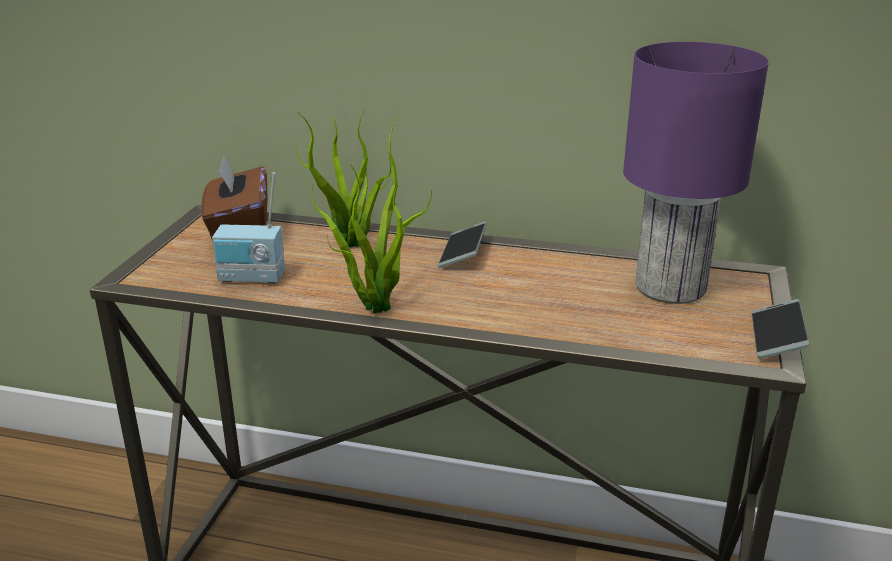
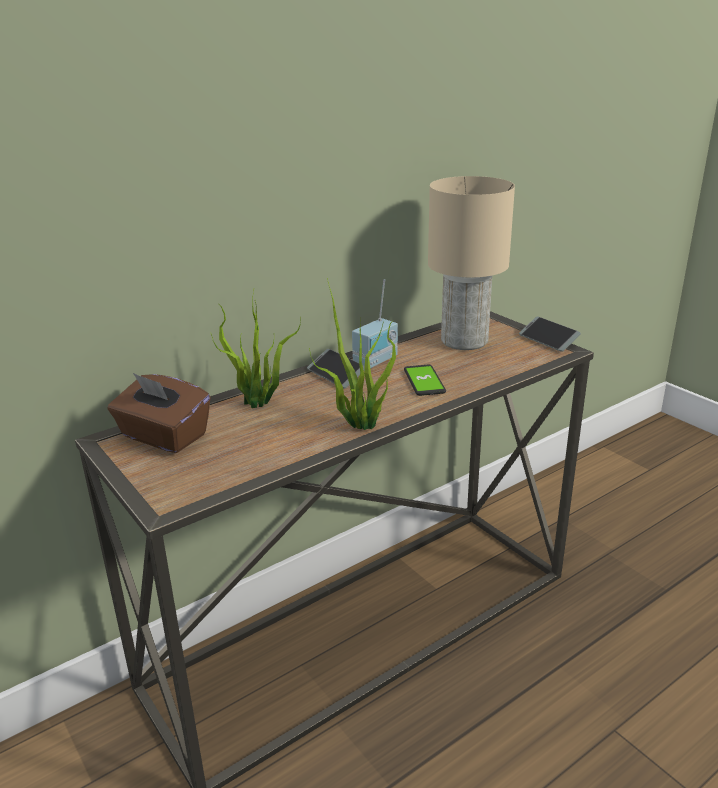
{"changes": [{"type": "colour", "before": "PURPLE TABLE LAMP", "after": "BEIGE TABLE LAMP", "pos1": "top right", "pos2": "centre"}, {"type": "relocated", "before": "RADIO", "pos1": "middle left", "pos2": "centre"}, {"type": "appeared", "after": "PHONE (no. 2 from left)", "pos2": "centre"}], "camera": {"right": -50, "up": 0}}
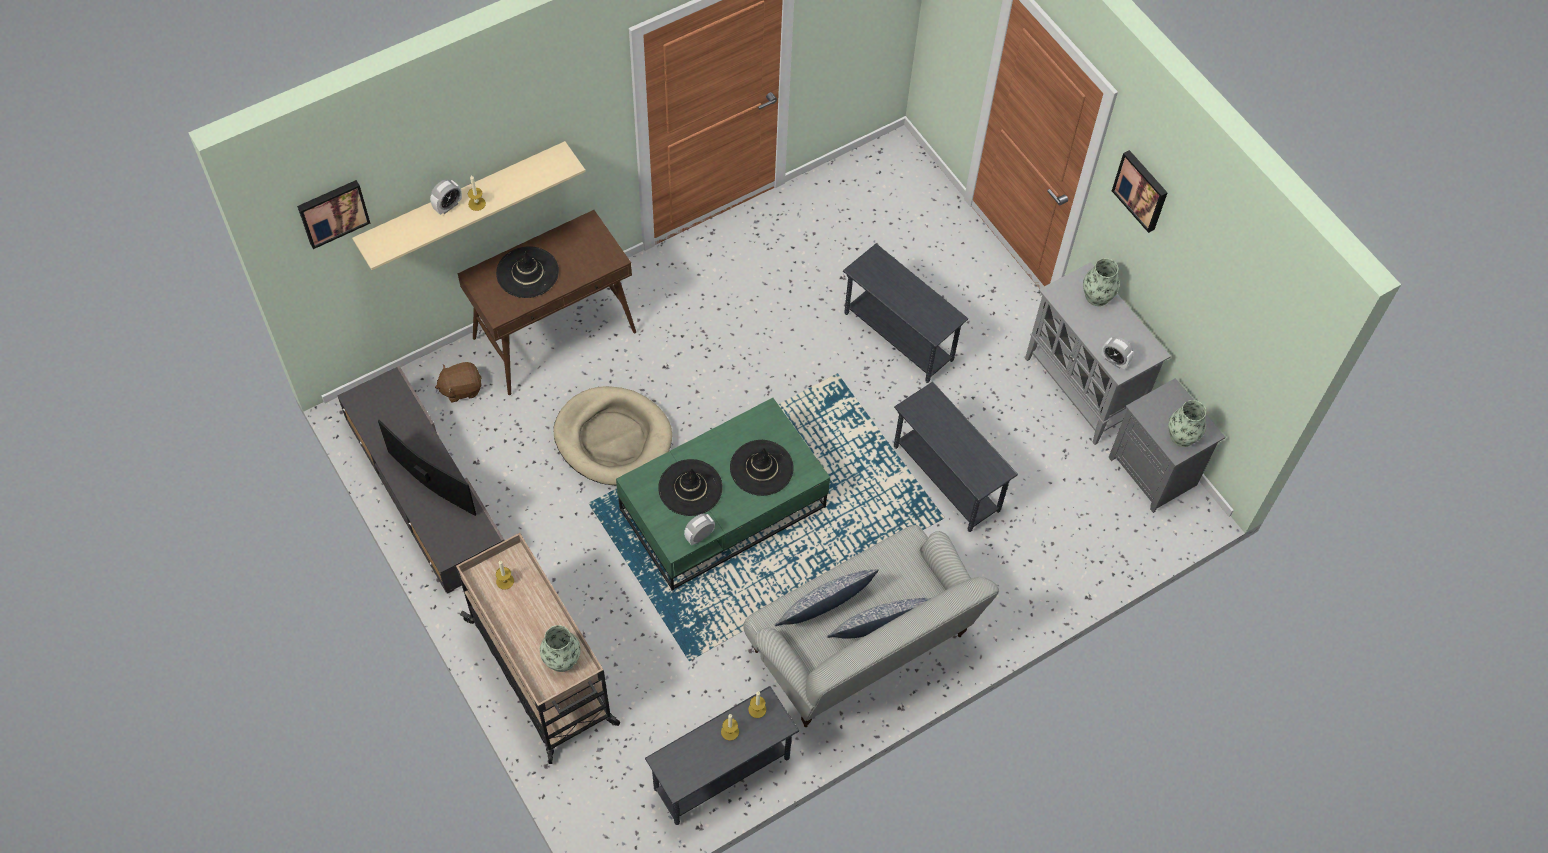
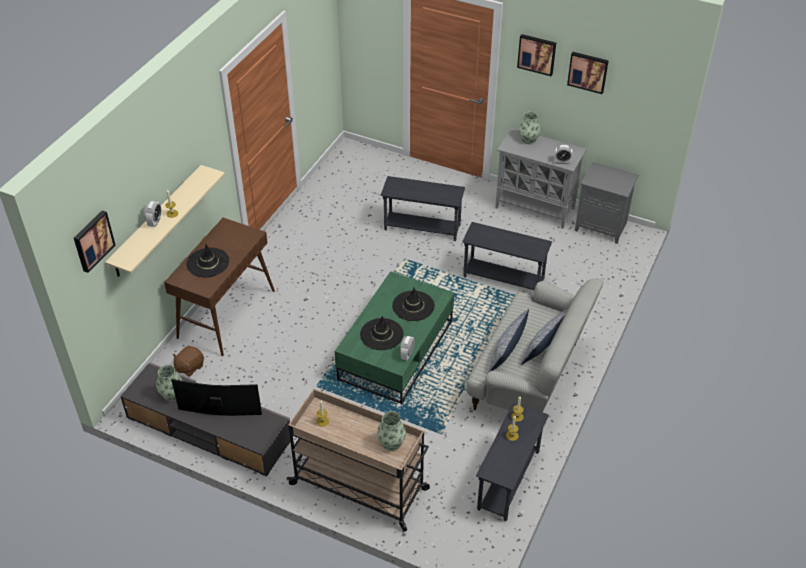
{"changes": [{"type": "missing", "before": "BEIGE DOG BED", "pos1": "centre"}, {"type": "relocated", "before": "VASE (no. 3 from left in the first image)", "after": "VASE (no. 1 from left)", "pos1": "middle right", "pos2": "bottom left"}, {"type": "appeared", "after": "PICTURE (no. 3 from left)", "pos2": "top right"}], "camera": {"right": -30, "up": -15}}
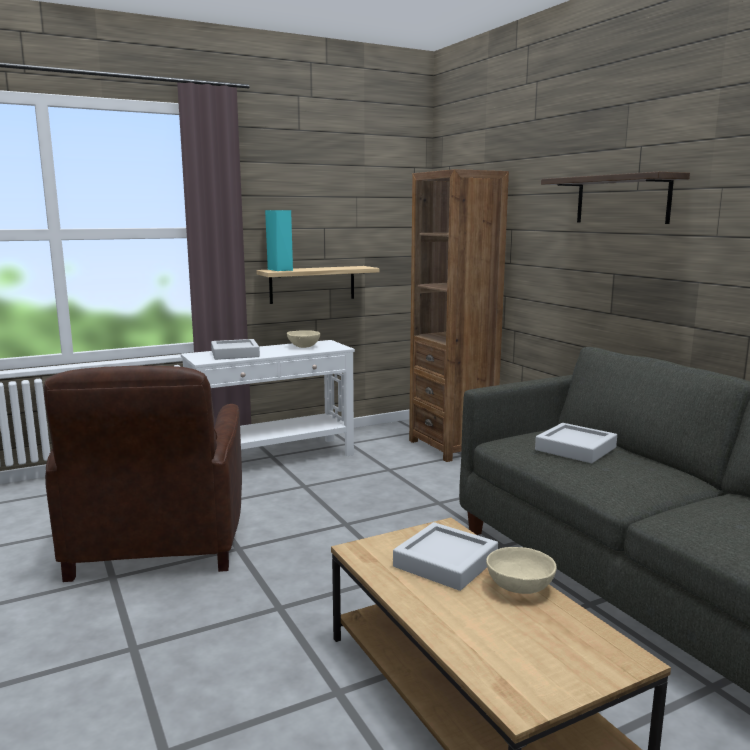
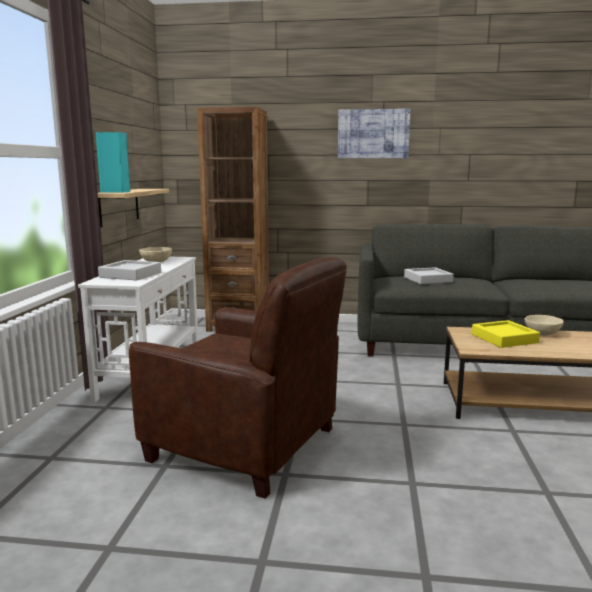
{"changes": [{"type": "exchanged", "before": "SHELF (no. 2 from left)", "after": "PICTURE", "pos1": "top right", "pos2": "top centre"}, {"type": "colour", "before": "GREY TRAY (no. 2 from left)", "after": "YELLOW TRAY", "pos1": "bottom centre", "pos2": "middle right"}], "camera": {"right": -55, "up": 0}}
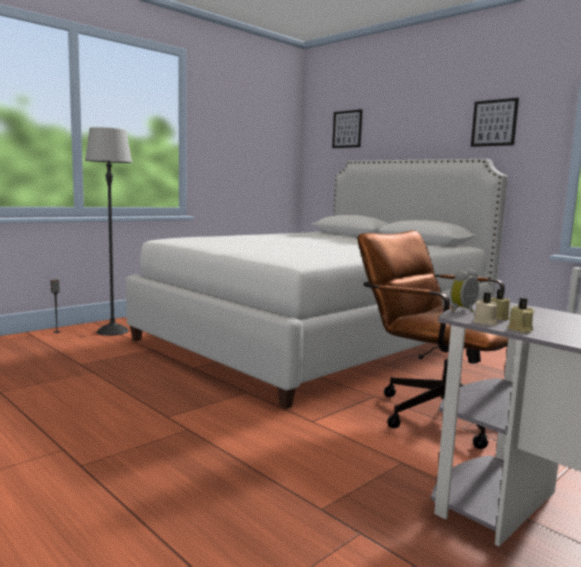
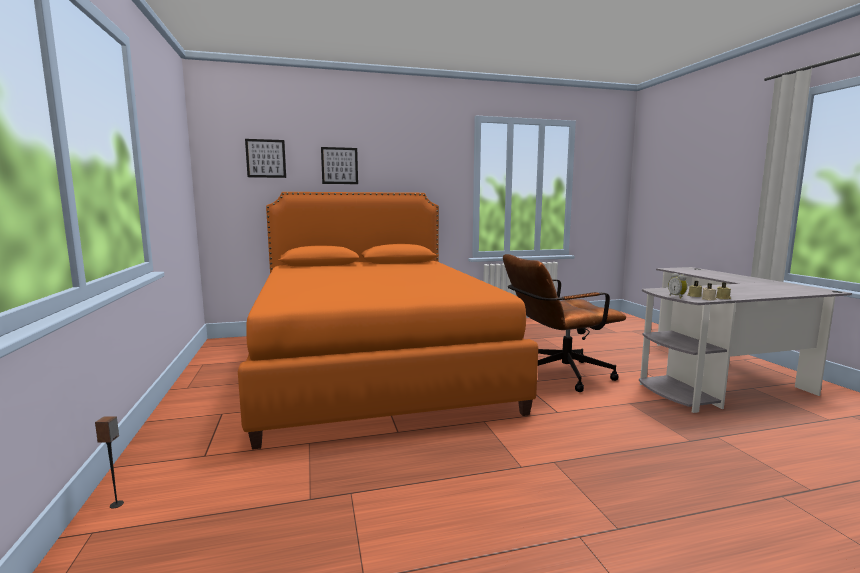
{"changes": [{"type": "relocated", "before": "PICTURE (no. 2 from left)", "pos1": "top right", "pos2": "top centre"}, {"type": "missing", "before": "FLOOR LAMP", "pos1": "middle left"}, {"type": "colour", "before": "WHITE BED", "after": "ORANGE BED", "pos1": "centre", "pos2": "centre"}], "camera": {"right": -60, "up": 0}}
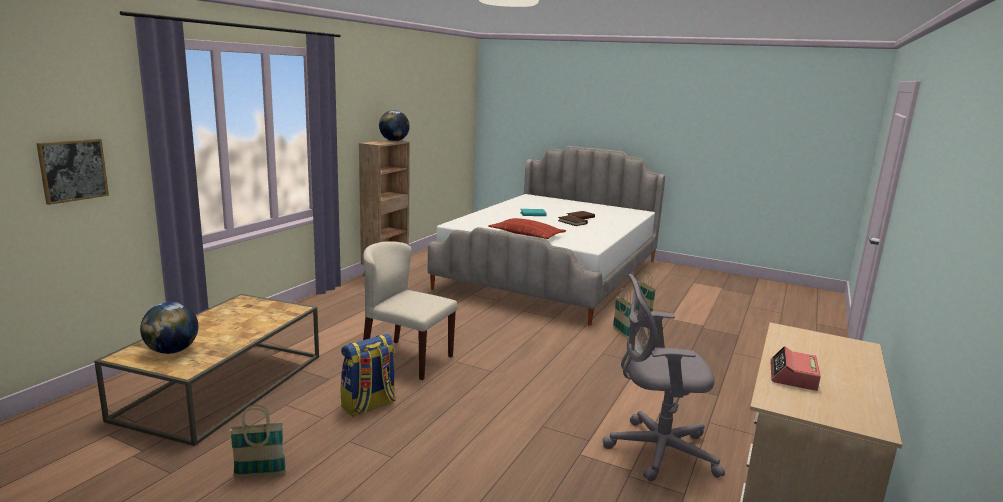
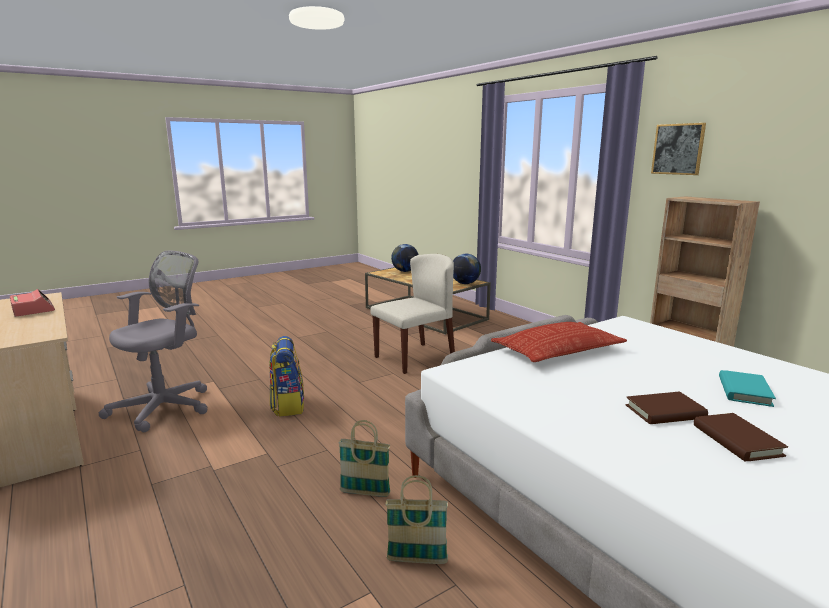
{"changes": [{"type": "relocated", "before": "GLOBE (no. 2 from left)", "pos1": "top centre", "pos2": "centre"}, {"type": "relocated", "before": "PICTURE", "pos1": "middle left", "pos2": "top right"}, {"type": "relocated", "before": "BACKPACK", "pos1": "bottom centre", "pos2": "centre"}, {"type": "missing", "before": "BASKET (no. 1 from left)", "pos1": "bottom left"}], "camera": {"right": 120, "up": 0}}
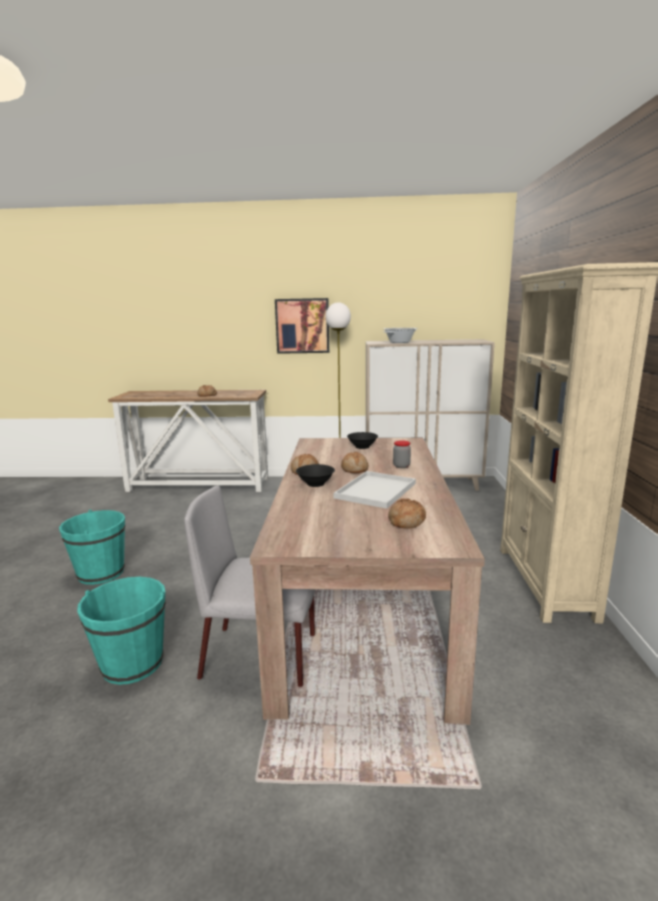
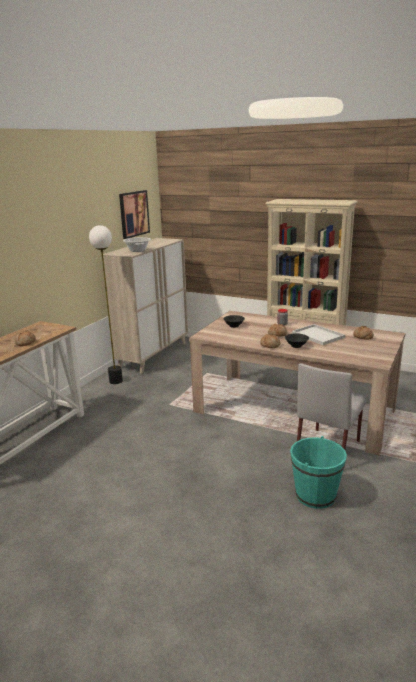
{"changes": [{"type": "relocated", "before": "PICTURE", "pos1": "centre", "pos2": "top left"}, {"type": "missing", "before": "TURQUOISE BUCKET (no. 1 from left)", "pos1": "middle left"}], "camera": {"right": -65, "up": 5}}
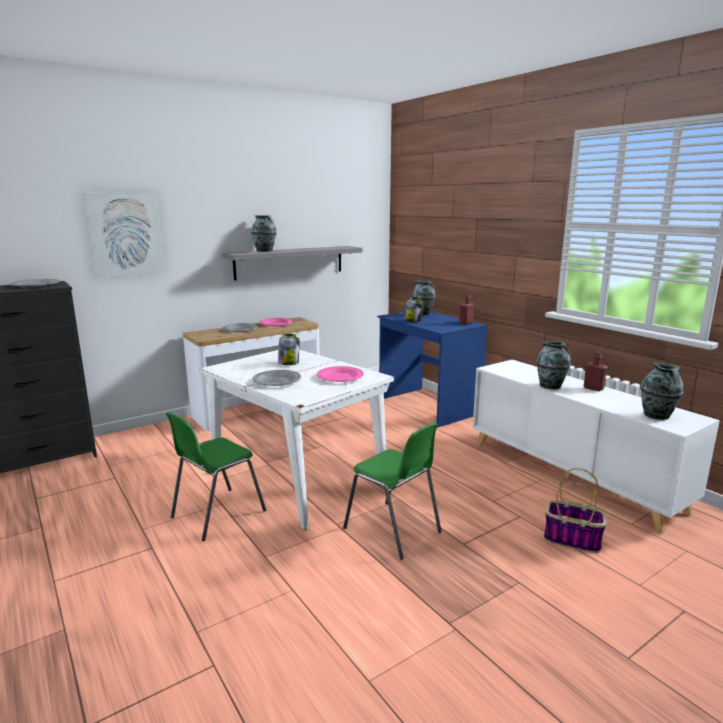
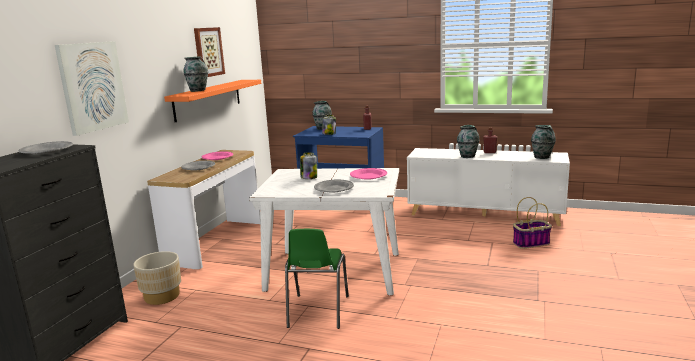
{"changes": [{"type": "colour", "before": "GREY SHELF", "after": "ORANGE SHELF", "pos1": "centre", "pos2": "top left"}, {"type": "missing", "before": "GREEN CHAIR (no. 2 from left)", "pos1": "bottom centre"}, {"type": "appeared", "after": "PICTURE (no. 2 from left)", "pos2": "top left"}, {"type": "appeared", "after": "BEIGE PLANTER", "pos2": "bottom left"}], "camera": {"right": -35, "up": 0}}
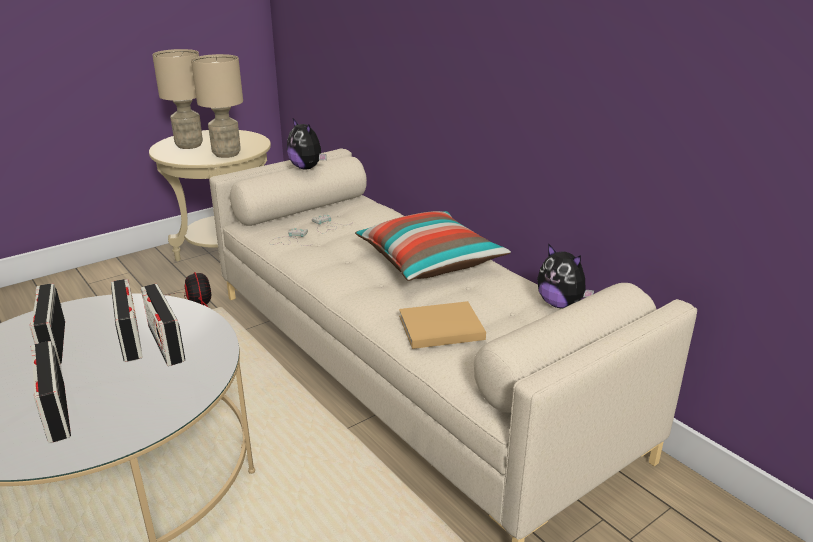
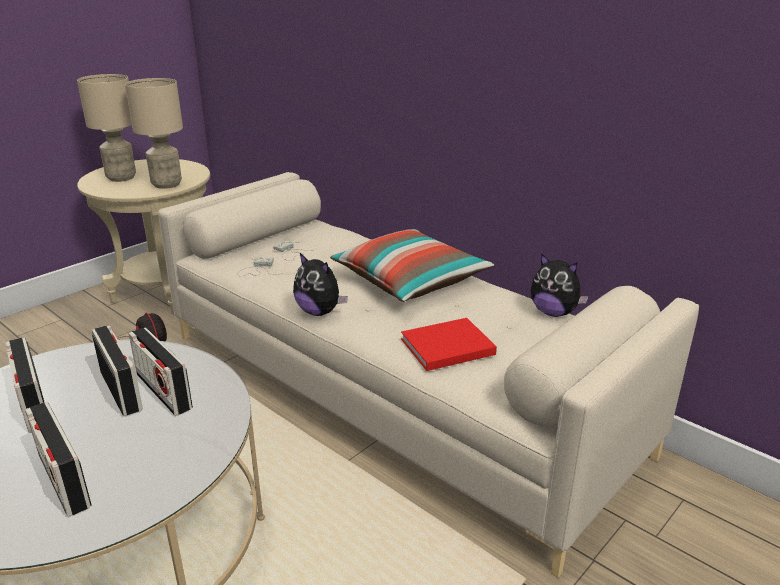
{"changes": [{"type": "relocated", "before": "PLUSH TOY (no. 1 from left)", "pos1": "top centre", "pos2": "centre"}, {"type": "colour", "before": "BEIGE BOOK", "after": "RED BOOK", "pos1": "centre", "pos2": "centre"}], "camera": {"right": -10, "up": 0}}
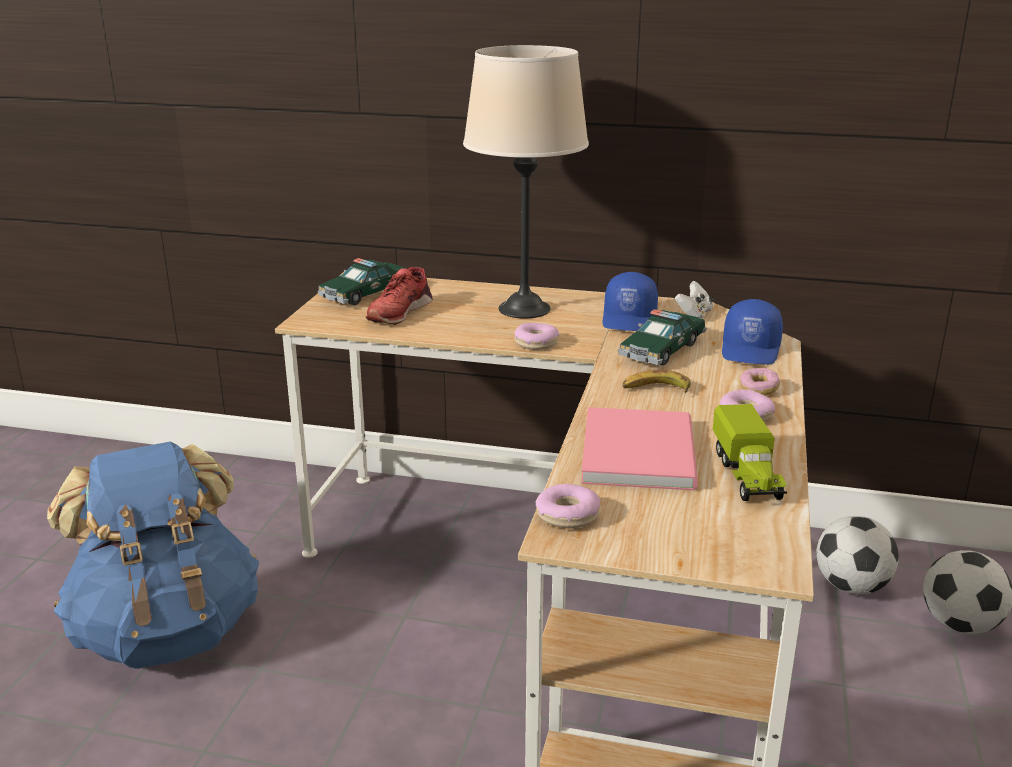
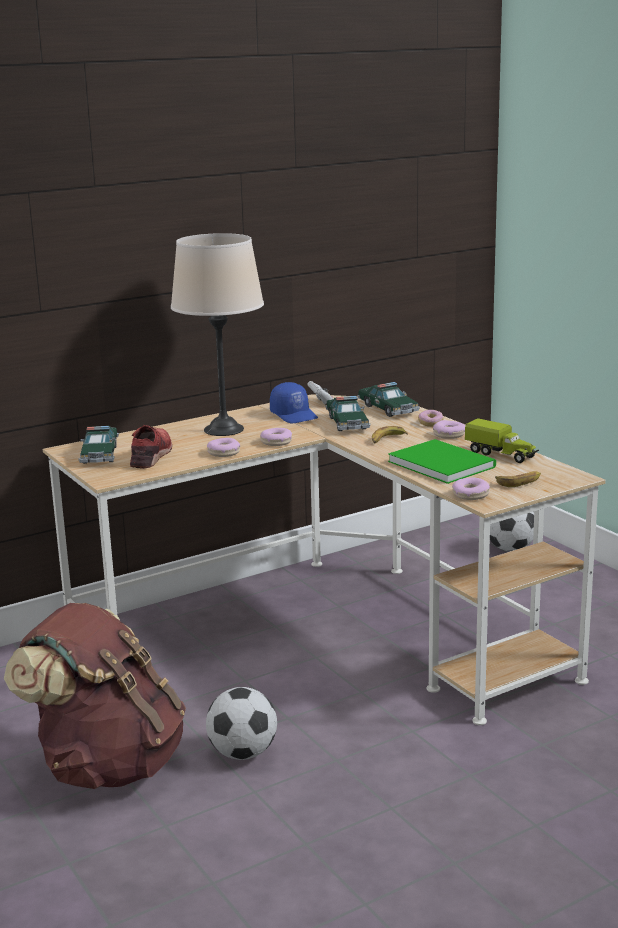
{"changes": [{"type": "spun", "before": "RED SHOE", "pos1": "centre", "pos2": "middle left", "turn": -150}, {"type": "exchanged", "before": "BLUE CAP (no. 2 from left)", "after": "TOY CAR (no. 3 from left)", "pos1": "middle right", "pos2": "centre"}, {"type": "colour", "before": "PINK BOOK", "after": "GREEN BOOK", "pos1": "centre", "pos2": "middle right"}, {"type": "colour", "before": "BLUE BACKPACK", "after": "BROWN BACKPACK", "pos1": "bottom left", "pos2": "bottom left"}, {"type": "relocated", "before": "FOOTBALL (no. 1 from left)", "pos1": "bottom right", "pos2": "bottom centre"}, {"type": "appeared", "after": "DONUT (no. 1 from left)", "pos2": "centre"}, {"type": "appeared", "after": "BANANA (no. 2 from left)", "pos2": "middle right"}], "camera": {"right": -45, "up": -5}}
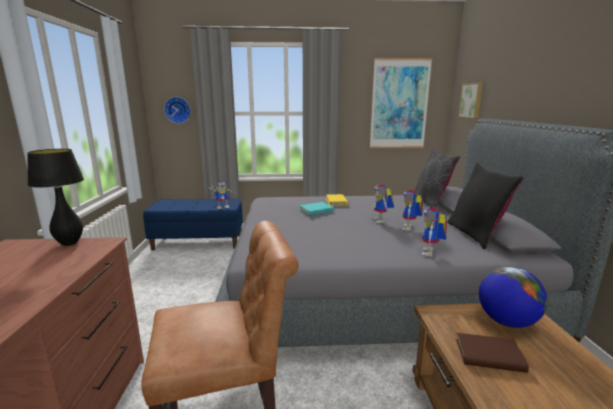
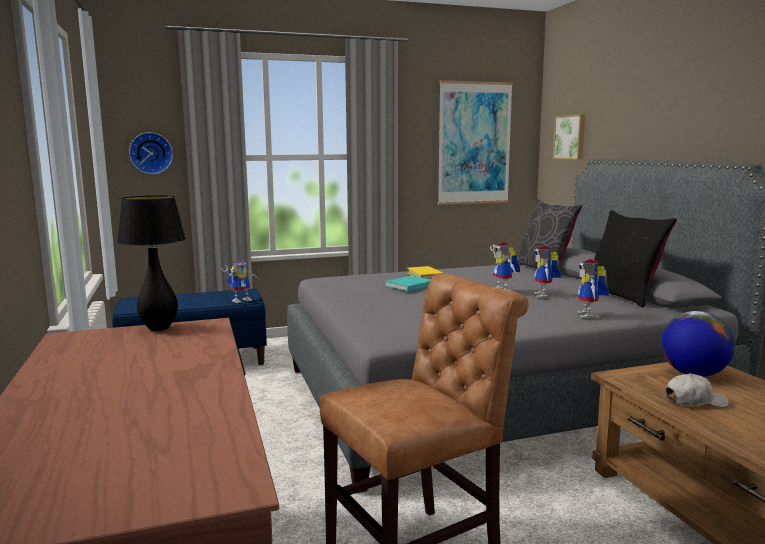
{"changes": [{"type": "exchanged", "before": "BROWN BOOK", "after": "WHITE CAP", "pos1": "bottom right", "pos2": "bottom right"}], "camera": {"right": -15, "up": -5}}
